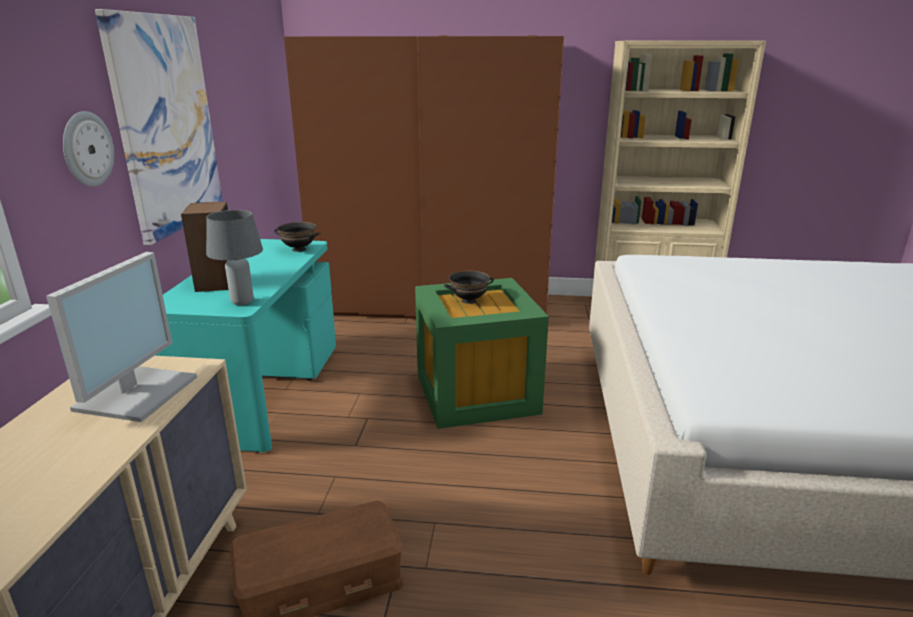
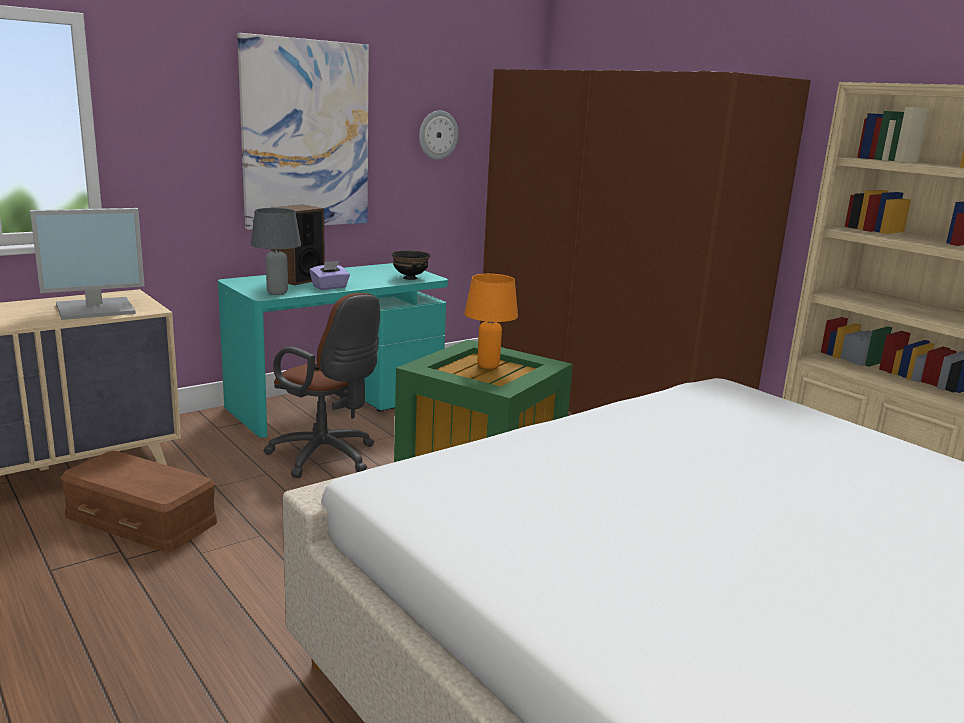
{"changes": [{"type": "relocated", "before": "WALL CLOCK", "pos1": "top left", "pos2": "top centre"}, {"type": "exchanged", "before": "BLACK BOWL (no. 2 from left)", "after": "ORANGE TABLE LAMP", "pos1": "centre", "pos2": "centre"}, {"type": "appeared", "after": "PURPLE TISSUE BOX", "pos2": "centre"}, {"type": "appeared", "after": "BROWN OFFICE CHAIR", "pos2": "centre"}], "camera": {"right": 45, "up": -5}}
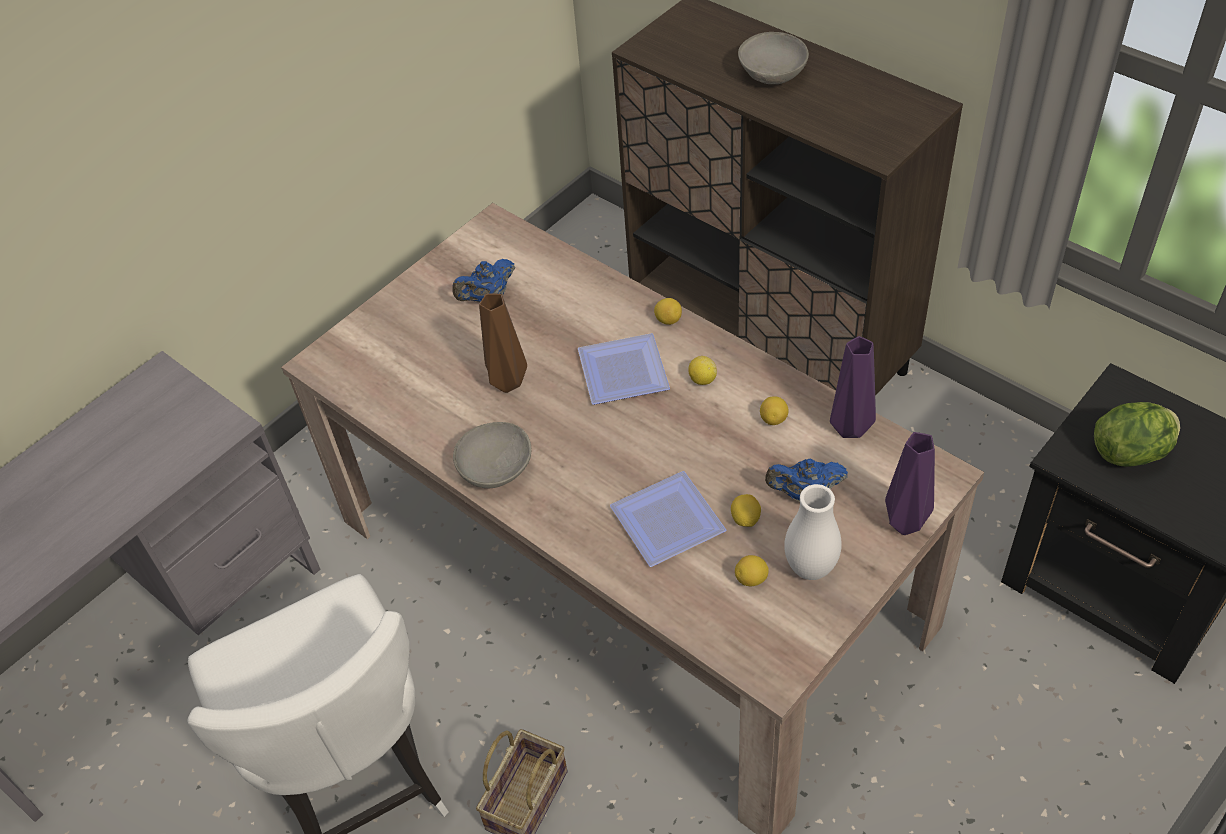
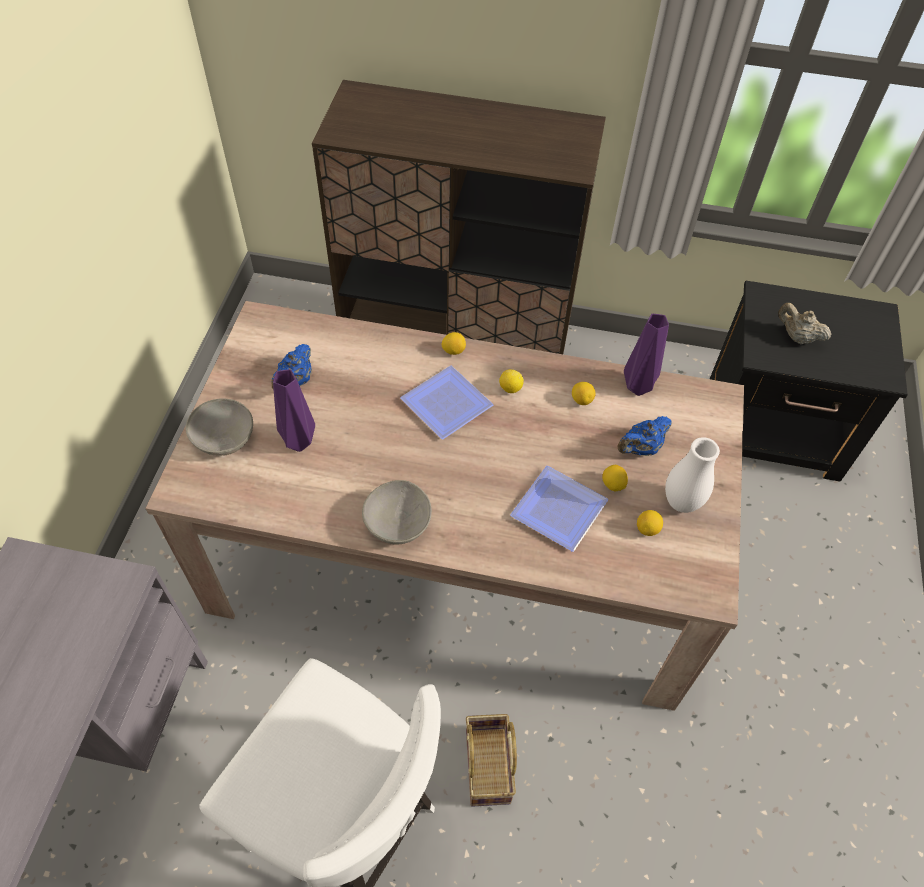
{"changes": [{"type": "relocated", "before": "GREY BOWL (no. 2 from left in the first image)", "after": "GREY BOWL (no. 1 from left)", "pos1": "top centre", "pos2": "middle left"}, {"type": "missing", "before": "BROWN VASE", "pos1": "centre"}, {"type": "exchanged", "before": "LETTUCE", "after": "BEIGE TEAPOT", "pos1": "middle right", "pos2": "middle right"}, {"type": "relocated", "before": "PURPLE VASE (no. 2 from left in the first image)", "after": "PURPLE VASE (no. 1 from left)", "pos1": "middle right", "pos2": "middle left"}], "camera": {"right": -35, "up": 5}}
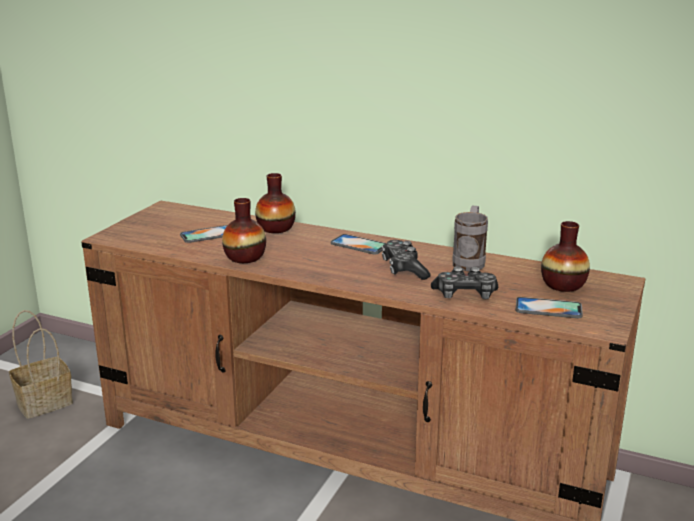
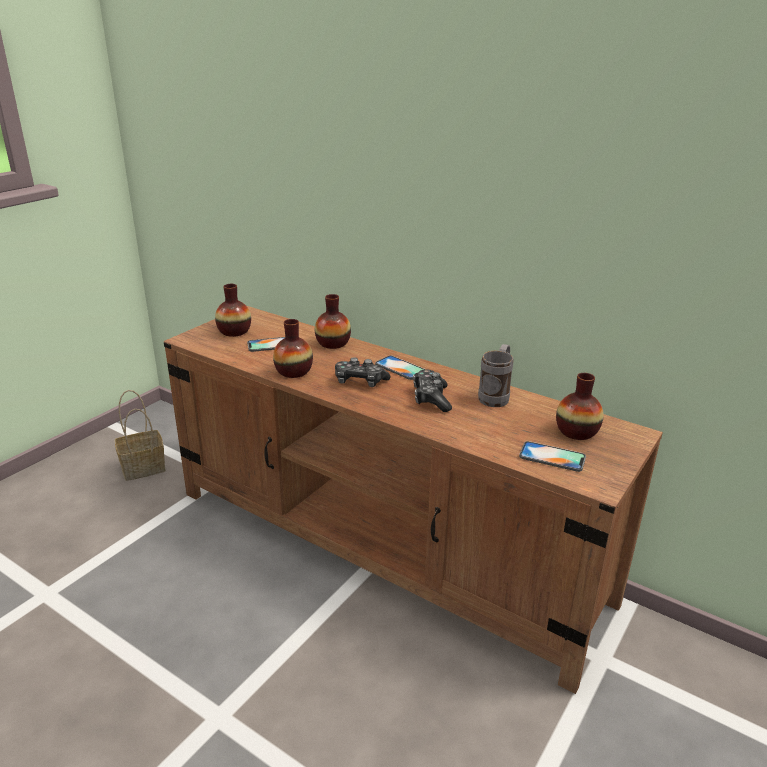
{"changes": [{"type": "relocated", "before": "GAME CONTROLLER (no. 2 from left in the first image)", "after": "GAME CONTROLLER (no. 1 from left)", "pos1": "middle right", "pos2": "centre"}, {"type": "appeared", "after": "VASE (no. 1 from left)", "pos2": "middle left"}], "camera": {"right": 10, "up": 5}}
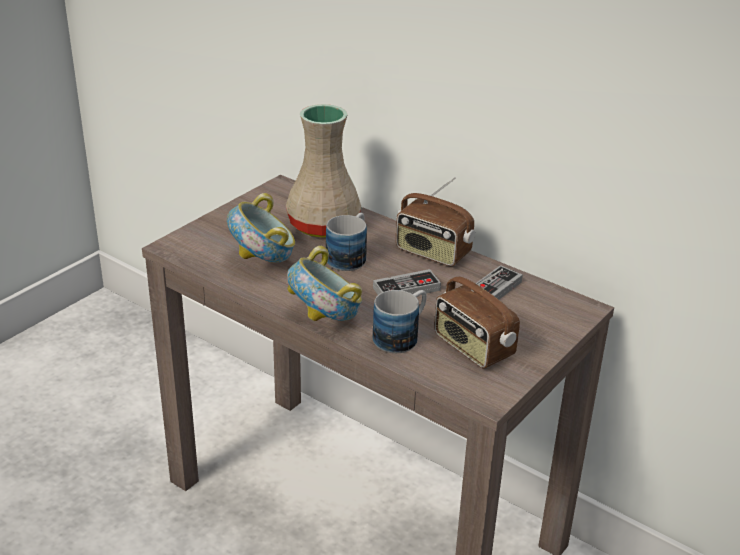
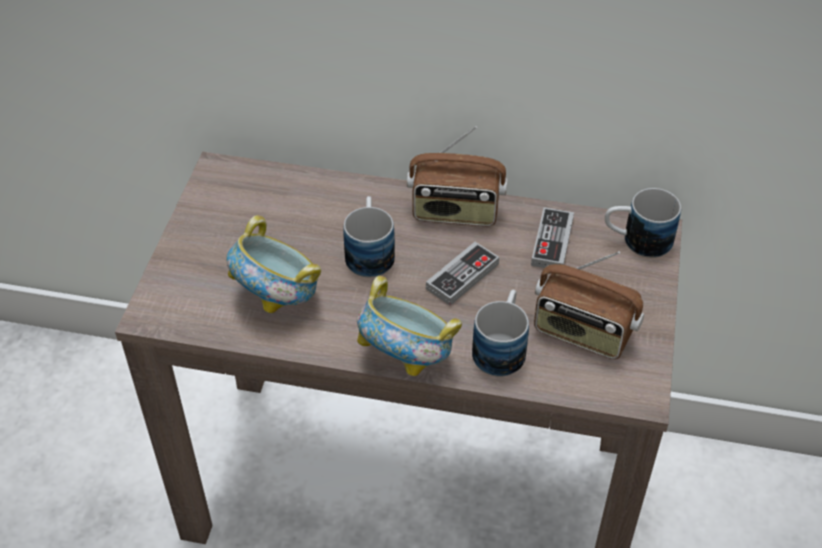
{"changes": [{"type": "missing", "before": "BEIGE VASE", "pos1": "top centre"}, {"type": "appeared", "after": "MUG (no. 3 from left)", "pos2": "middle right"}], "camera": {"right": -25, "up": 15}}
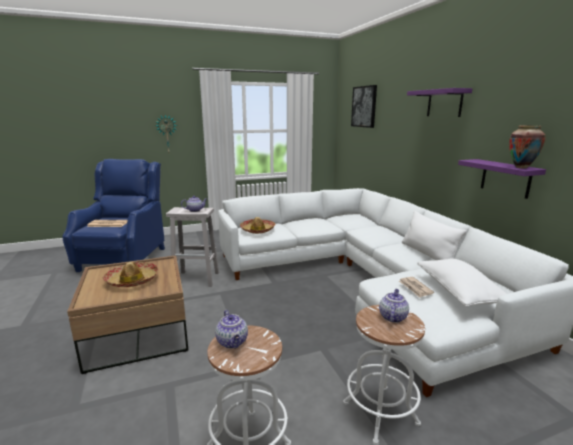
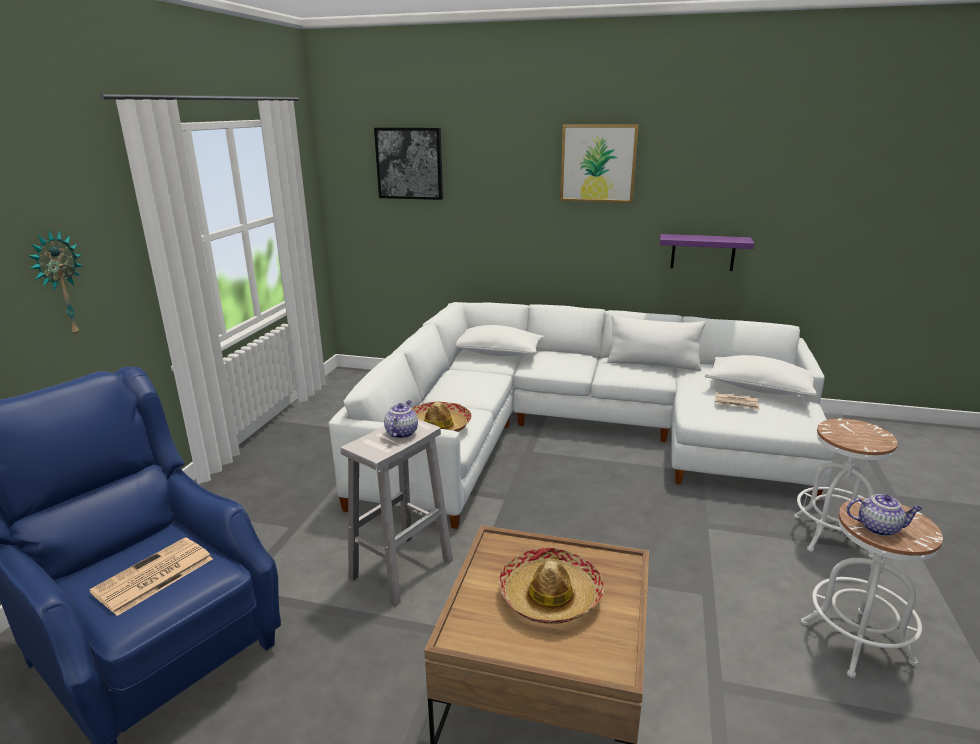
{"changes": [{"type": "exchanged", "before": "PURPLE SHELF (no. 1 from left)", "after": "PICTURE (no. 2 from left)", "pos1": "top right", "pos2": "top centre"}, {"type": "missing", "before": "VASE", "pos1": "top right"}, {"type": "missing", "before": "TEAPOT (no. 3 from left)", "pos1": "bottom right"}, {"type": "appeared", "after": "WHITE PILLOW (no. 1 from left)", "pos2": "centre"}], "camera": {"right": -55, "up": 5}}
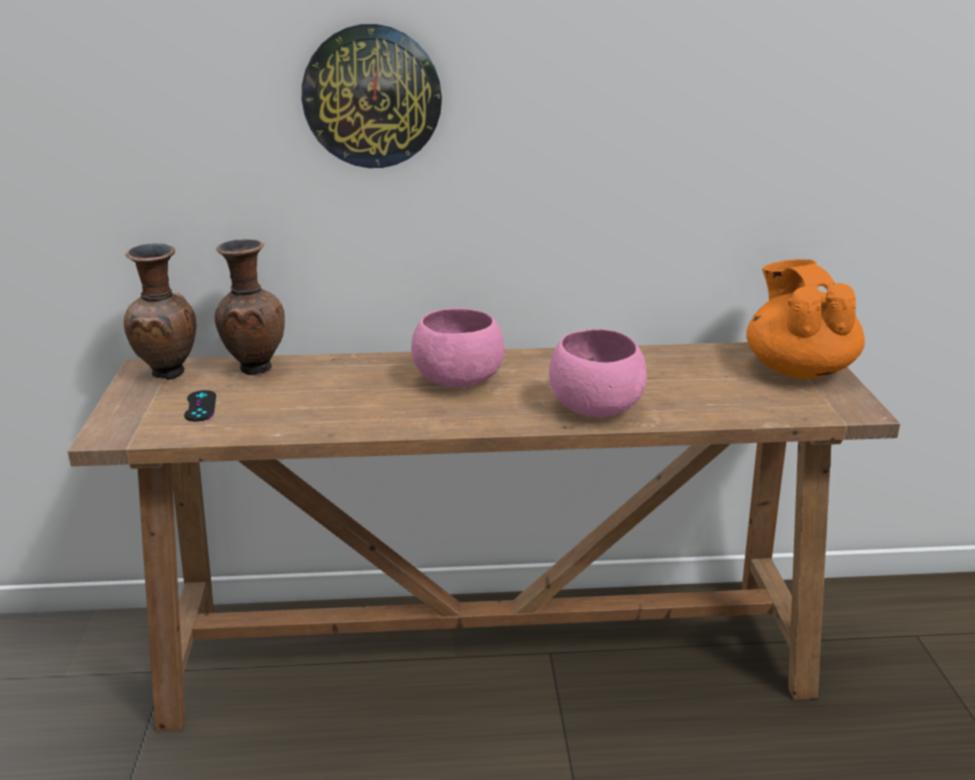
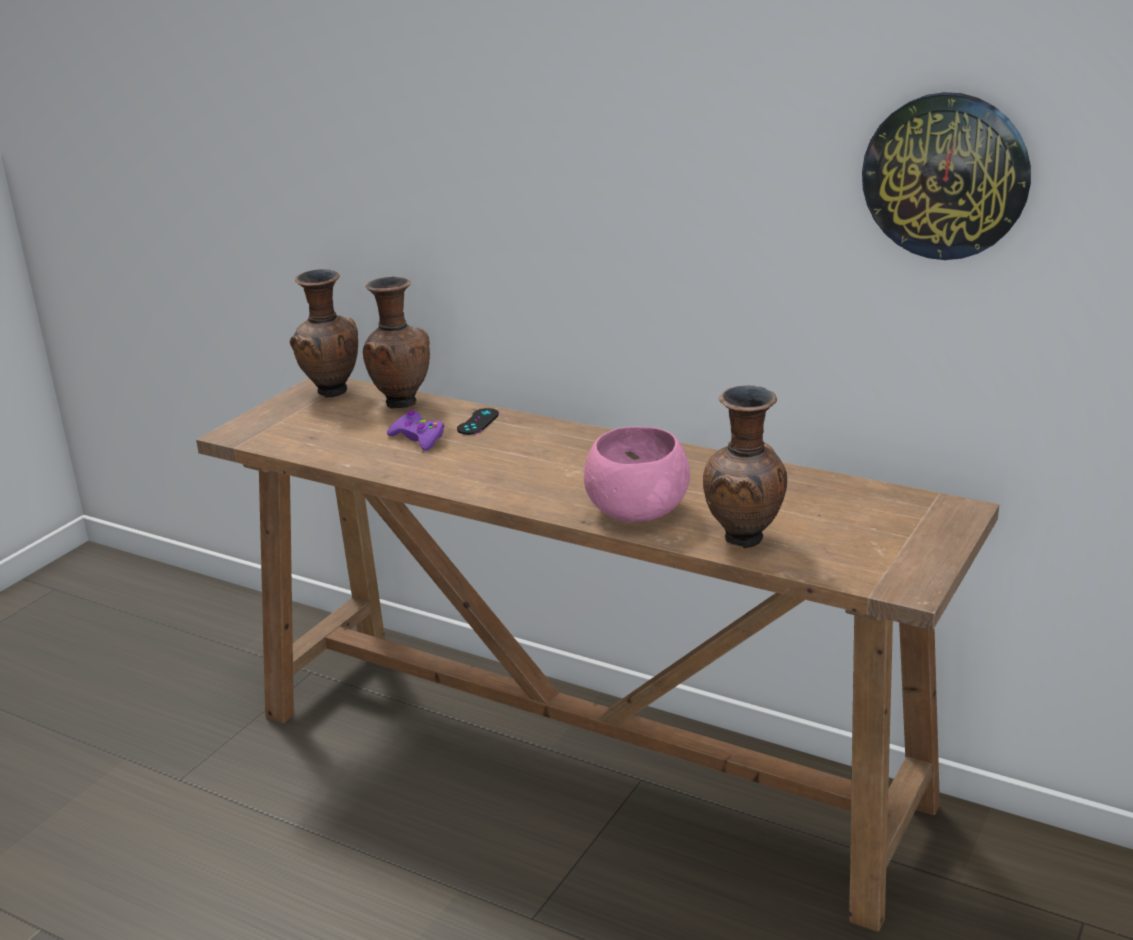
{"changes": [{"type": "relocated", "before": "WALL CLOCK", "pos1": "top centre", "pos2": "top right"}, {"type": "missing", "before": "ORANGE TEAPOT", "pos1": "middle right"}, {"type": "missing", "before": "PINK BOWL (no. 1 from left)", "pos1": "centre"}, {"type": "relocated", "before": "BLACK GAME CONTROLLER", "pos1": "middle left", "pos2": "centre"}, {"type": "appeared", "after": "BROWN VASE (no. 3 from left)", "pos2": "centre"}, {"type": "appeared", "after": "PURPLE GAME CONTROLLER", "pos2": "centre"}], "camera": {"right": 35, "up": 0}}
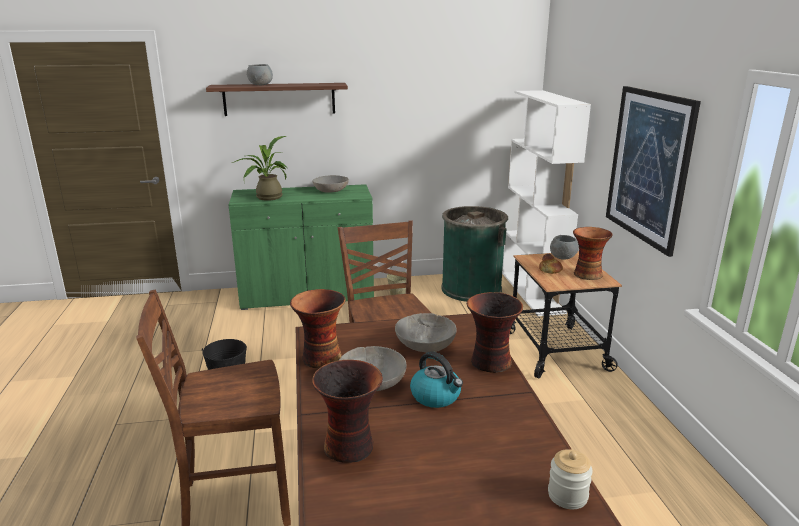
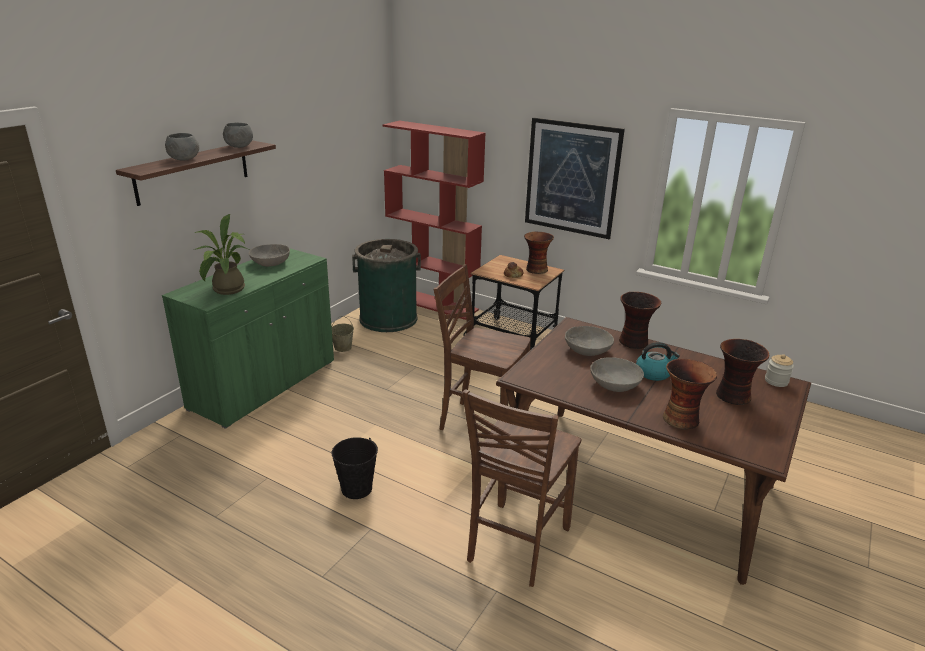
{"changes": [{"type": "colour", "before": "WHITE BOOKCASE", "after": "RED BOOKCASE", "pos1": "middle right", "pos2": "centre"}, {"type": "relocated", "before": "GREY BOWL (no. 5 from left in the first image)", "after": "GREY BOWL (no. 2 from left)", "pos1": "middle right", "pos2": "top left"}, {"type": "relocated", "before": "VASE (no. 1 from left in the first image)", "after": "VASE (no. 4 from left)", "pos1": "centre", "pos2": "middle right"}], "camera": {"right": -50, "up": 5}}
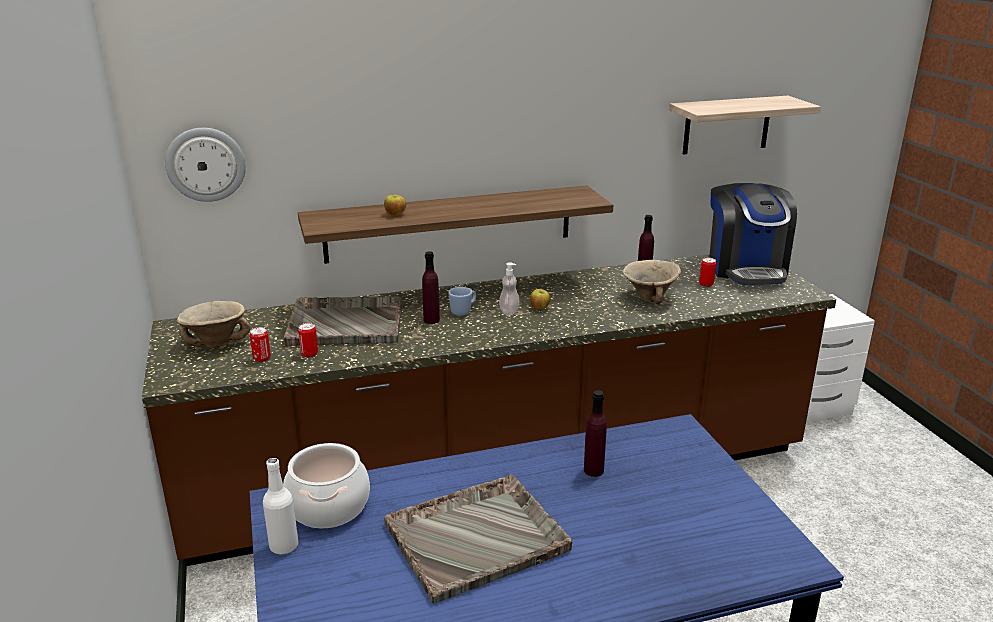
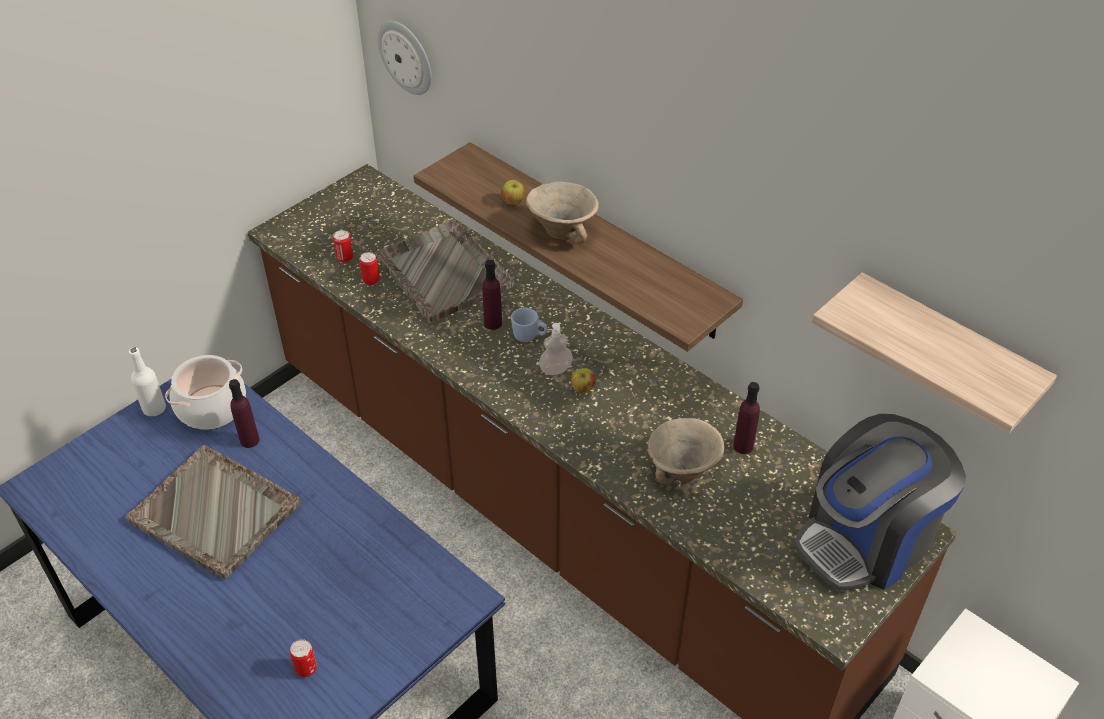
{"changes": [{"type": "relocated", "before": "CAN (no. 3 from left in the first image)", "after": "CAN (no. 1 from left)", "pos1": "middle right", "pos2": "bottom left"}, {"type": "relocated", "before": "BEIGE BOWL (no. 1 from left)", "pos1": "middle left", "pos2": "top centre"}, {"type": "relocated", "before": "PURPLE BOTTLE (no. 2 from left in the first image)", "after": "PURPLE BOTTLE (no. 1 from left)", "pos1": "bottom centre", "pos2": "middle left"}], "camera": {"right": 60, "up": 20}}
